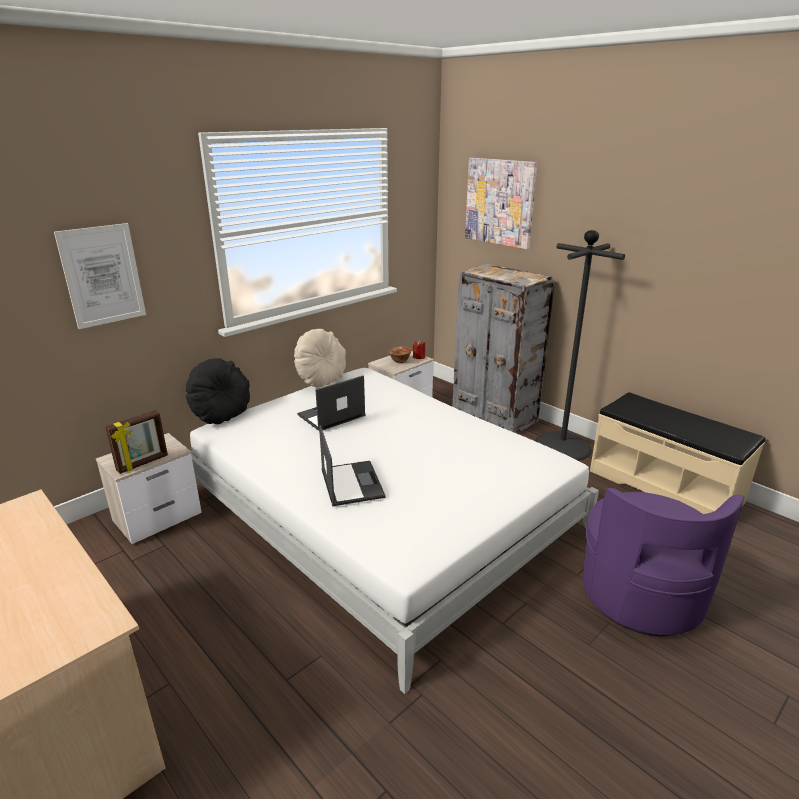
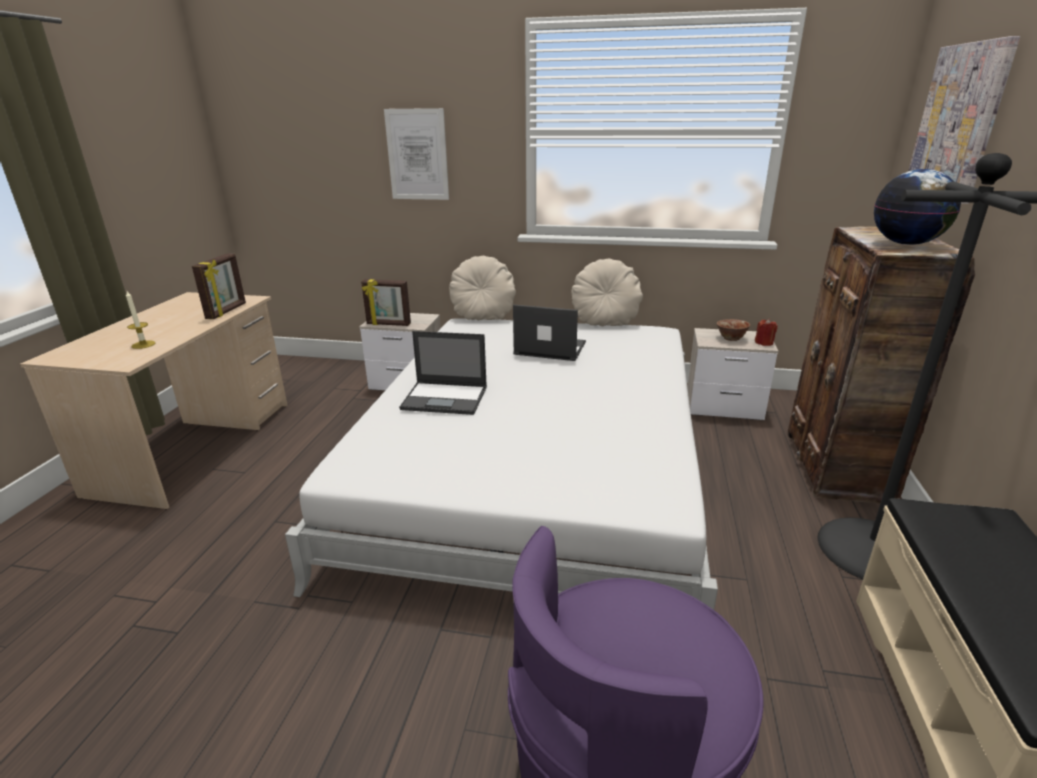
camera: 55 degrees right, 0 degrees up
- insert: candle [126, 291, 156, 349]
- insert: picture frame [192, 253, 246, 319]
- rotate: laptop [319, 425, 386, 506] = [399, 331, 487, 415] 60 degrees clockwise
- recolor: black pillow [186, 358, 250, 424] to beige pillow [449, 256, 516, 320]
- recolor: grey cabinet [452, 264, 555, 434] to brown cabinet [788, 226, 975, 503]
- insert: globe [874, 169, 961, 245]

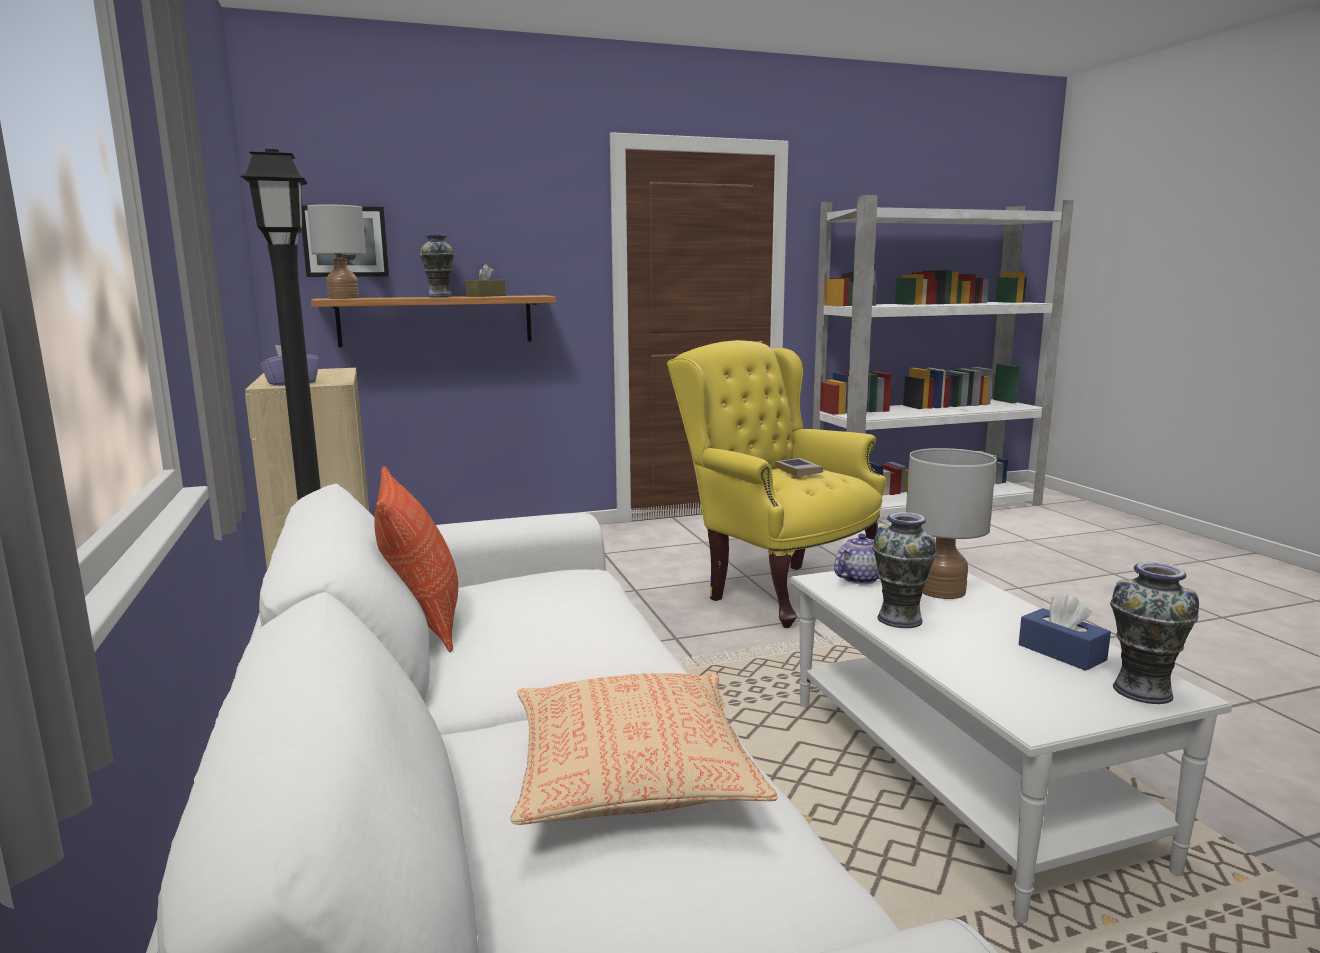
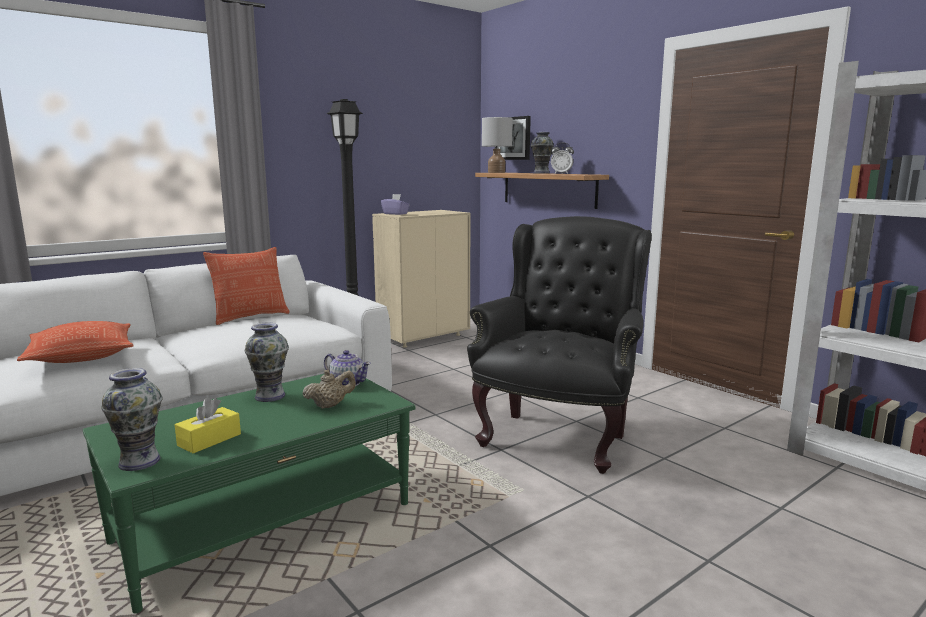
camera: 70 degrees right, 0 degrees up
- recolor: beige pillow [510, 673, 778, 825] to orange pillow [17, 321, 134, 363]
- recolor: white coffee table [790, 571, 1232, 923] to green coffee table [83, 374, 415, 614]
- recolor: blue tissue box [1019, 594, 1111, 671] to yellow tissue box [175, 397, 241, 453]
- replace: grey table lamp [906, 448, 996, 599] to beige teapot [302, 369, 356, 409]
- recolor: yellow armchair [667, 340, 886, 628] to black armchair [467, 216, 652, 474]
- replace: brown tissue box [465, 264, 506, 297] to alarm clock [551, 143, 574, 174]
- delete: book [775, 458, 823, 477]

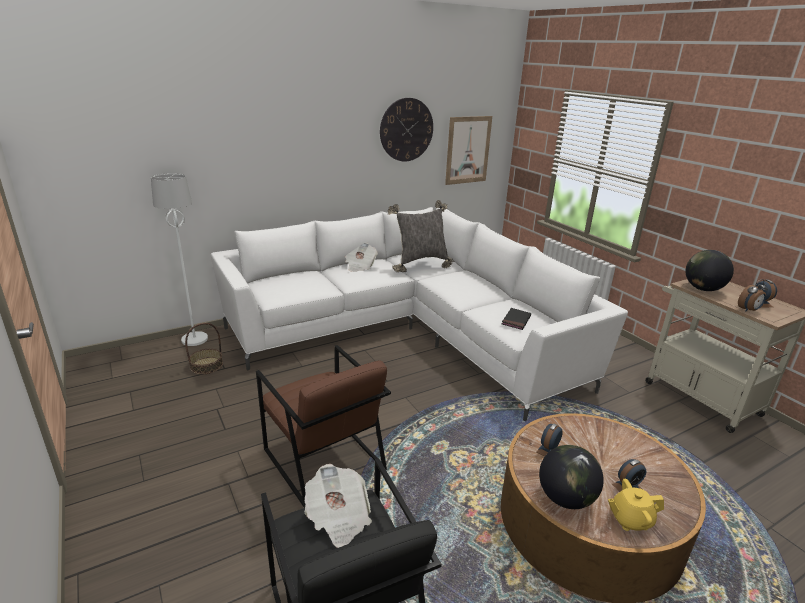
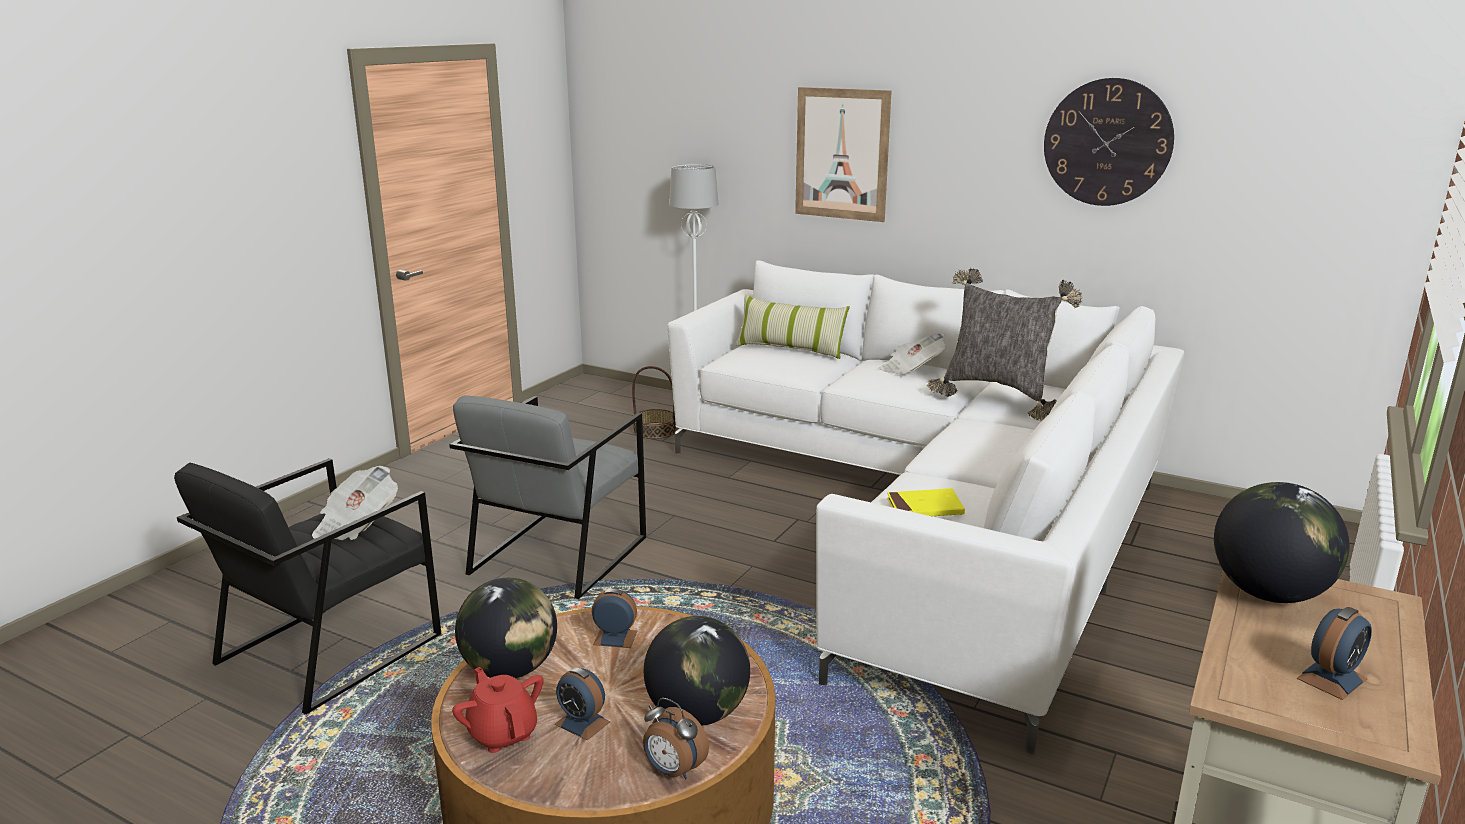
camera: 60 degrees right, 5 degrees down
- recolor: brown armchair [256, 345, 391, 508] to grey armchair [449, 395, 646, 599]
- recolor: yellow teapot [608, 479, 664, 531] to red teapot [452, 667, 543, 753]
- move: alarm clock [738, 279, 768, 312] to [643, 698, 709, 779]
- insert: globe [644, 616, 750, 726]
- insert: pillow [735, 295, 850, 359]
- move: picture [445, 116, 492, 185] to [795, 87, 892, 222]
- recolor: black book [502, 308, 531, 330] to yellow book [887, 488, 965, 516]

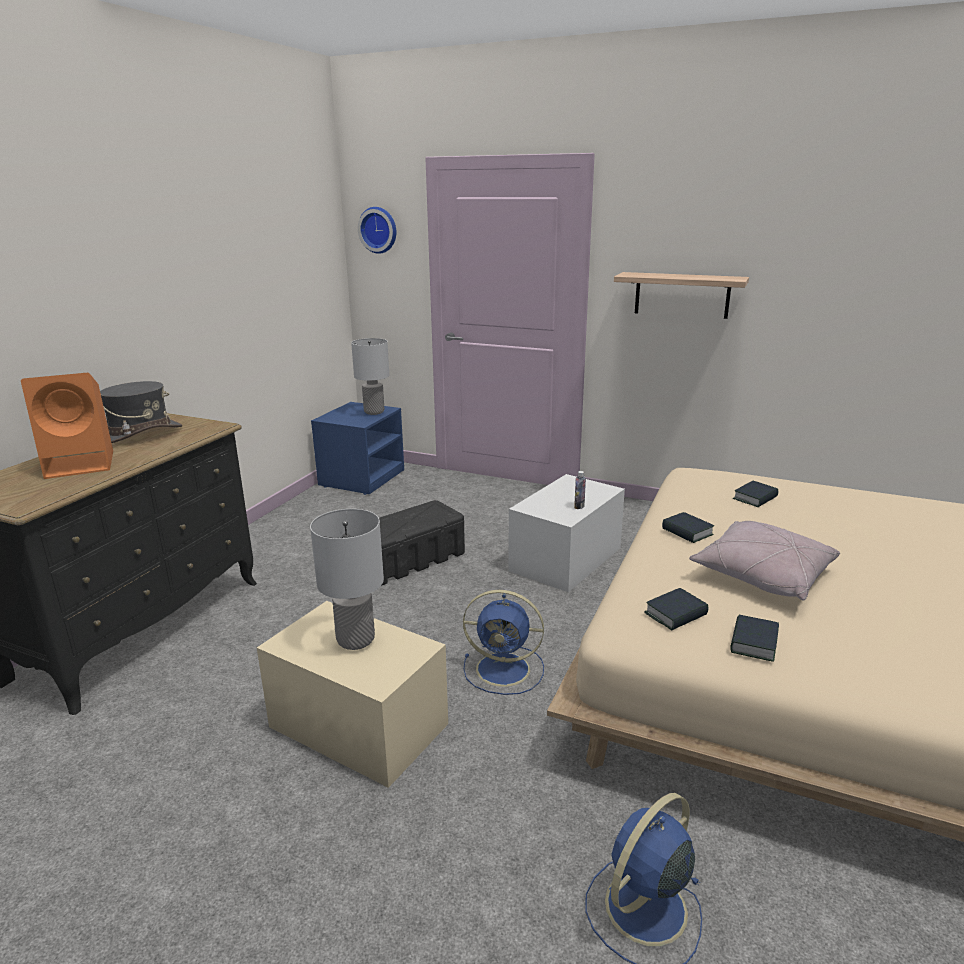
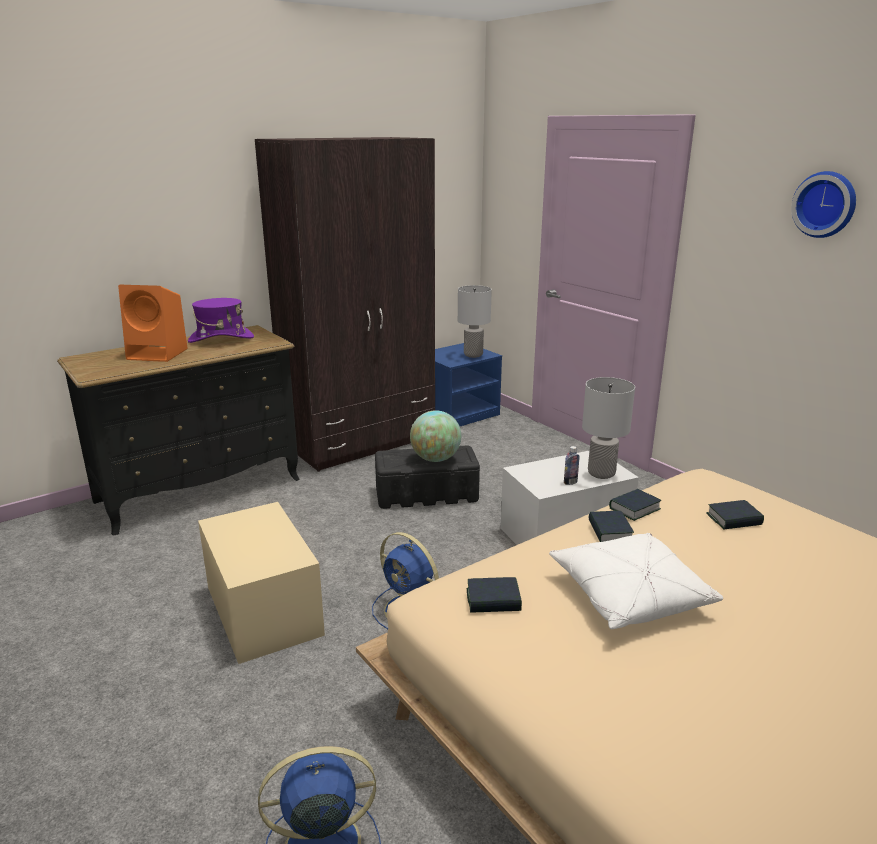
camera: 30 degrees right, 0 degrees up
- recolor: grey hat [100, 381, 182, 443] to purple hat [188, 298, 254, 343]
- insert: brown wardrobe [255, 137, 435, 472]
- insert: globe [410, 410, 461, 462]
- recolor: purple pillow [689, 521, 840, 601] to white pillow [549, 533, 723, 629]
- move: grey table lamp [310, 509, 384, 650] to [582, 377, 635, 479]
- move: book [730, 615, 779, 662] to [609, 489, 661, 521]
- move: wall clock [358, 207, 396, 254] to [791, 171, 856, 238]
- delete: shelf [614, 272, 749, 319]

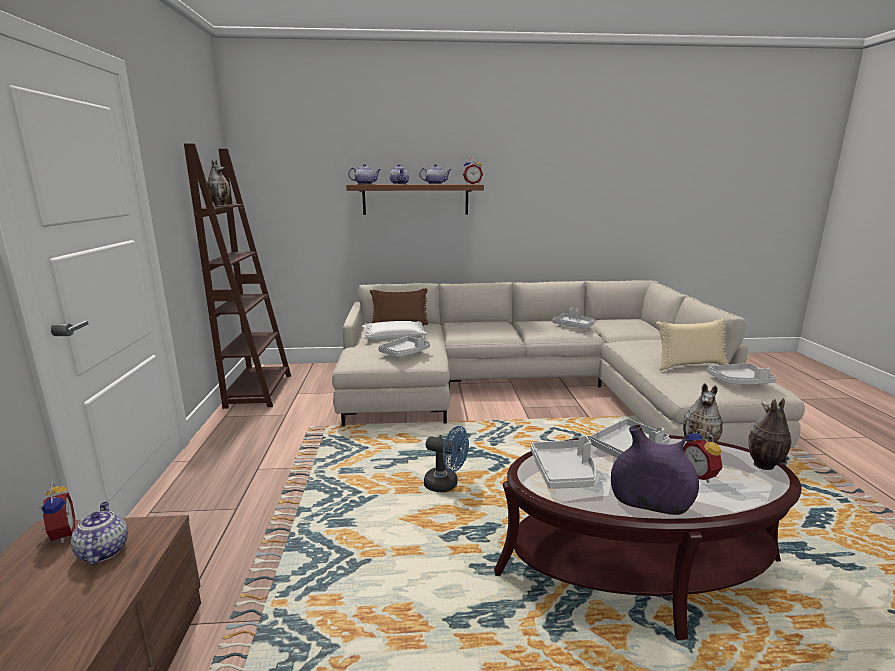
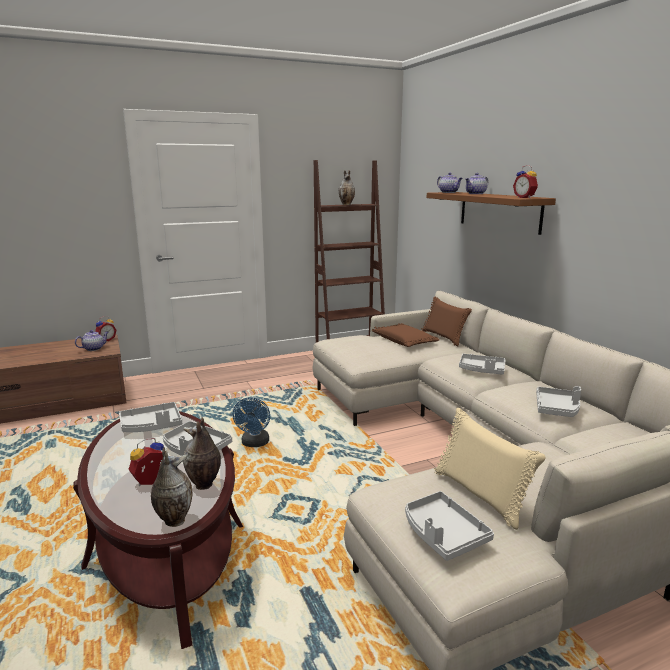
camera: 70 degrees right, 0 degrees up
- recolor: white pillow [362, 321, 427, 340] to brown pillow [372, 323, 440, 347]
- move: grey tray [378, 336, 430, 357] to [459, 354, 506, 375]
- delete: teapot [419, 164, 451, 184]
- delete: purple vase [611, 424, 699, 515]

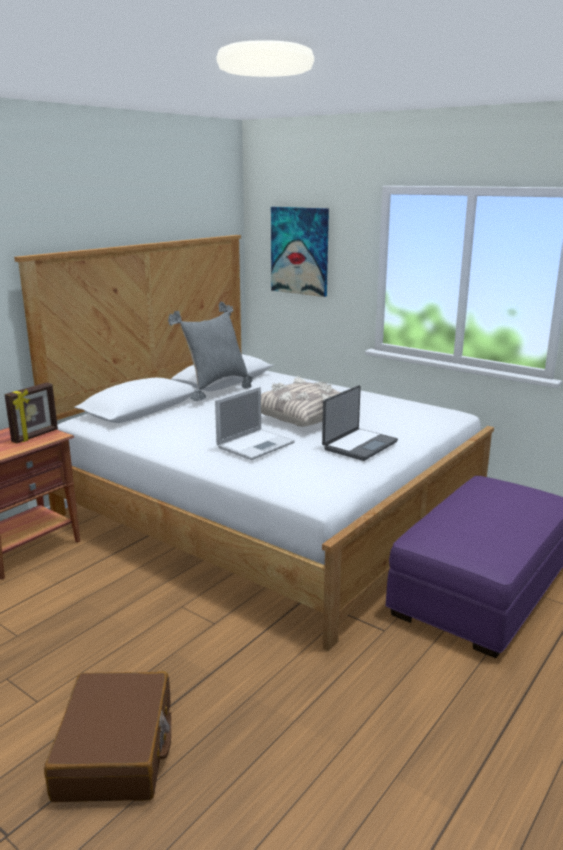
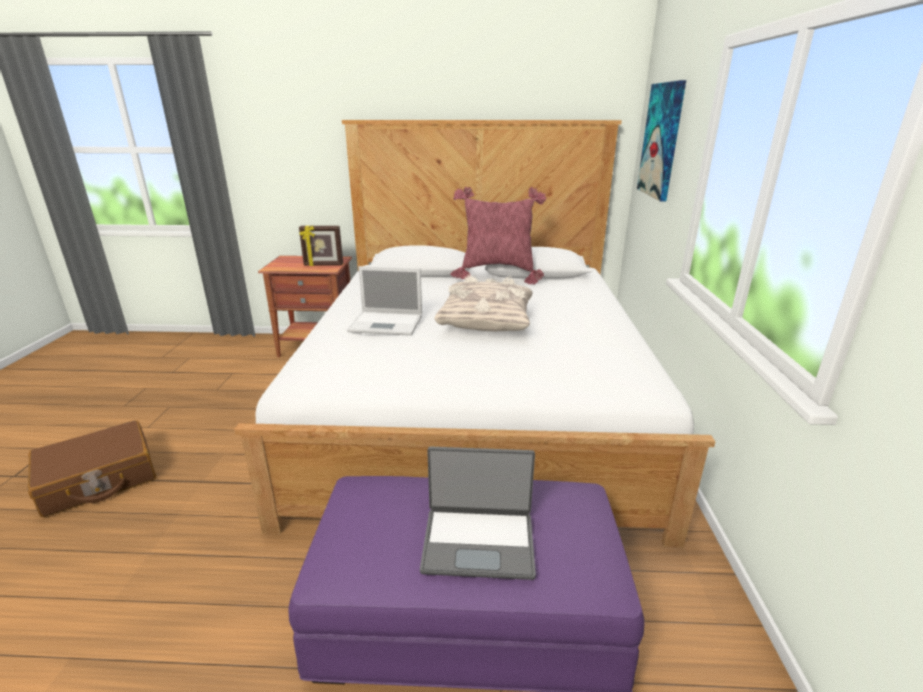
camera: 55 degrees right, 5 degrees up
- move: laptop [322, 385, 398, 461] to [420, 447, 536, 580]
- recolor: grey pillow [168, 301, 253, 401] to red pillow [451, 187, 547, 285]

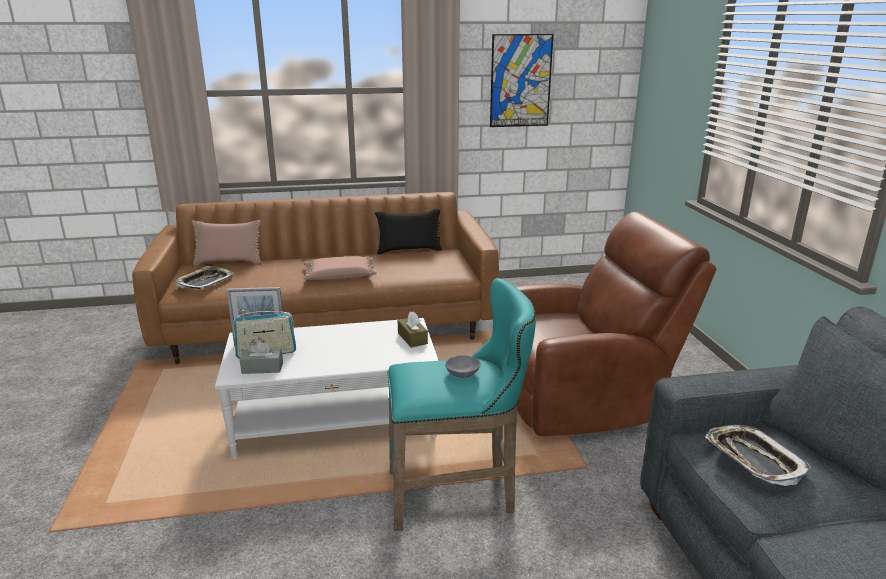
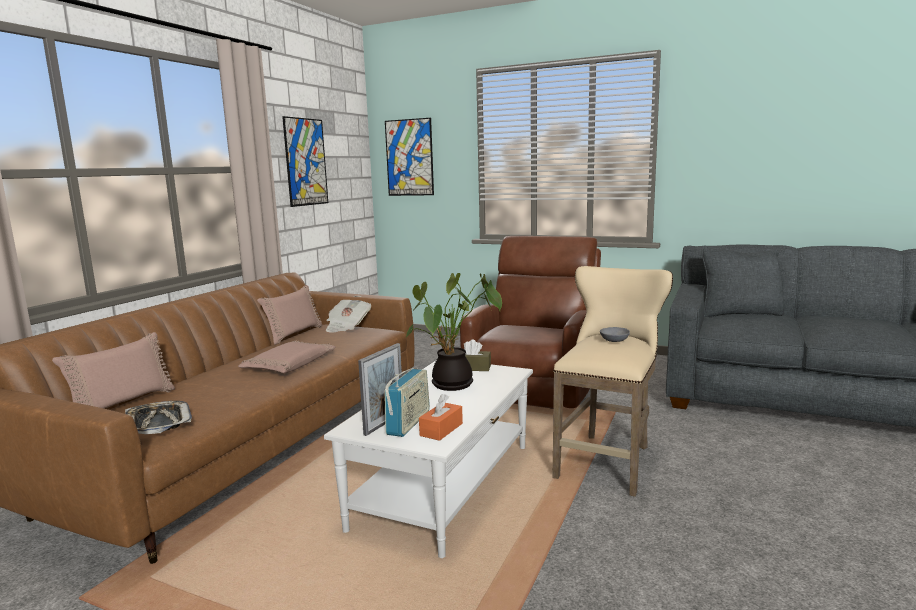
camera: 55 degrees left, 10 degrees down
- recolor: black pillow [375, 209, 442, 254] to beige pillow [257, 285, 322, 345]
- insert: newspaper [326, 296, 371, 333]
- insert: picture [385, 118, 434, 196]
- insert: potted plant [406, 273, 502, 391]
- recolor: grey tissue box [240, 340, 283, 374] to orange tissue box [419, 394, 463, 441]
- recolor: turquoise stool [387, 278, 536, 531] to beige stool [553, 266, 673, 497]
- delete: tray [705, 425, 811, 486]

